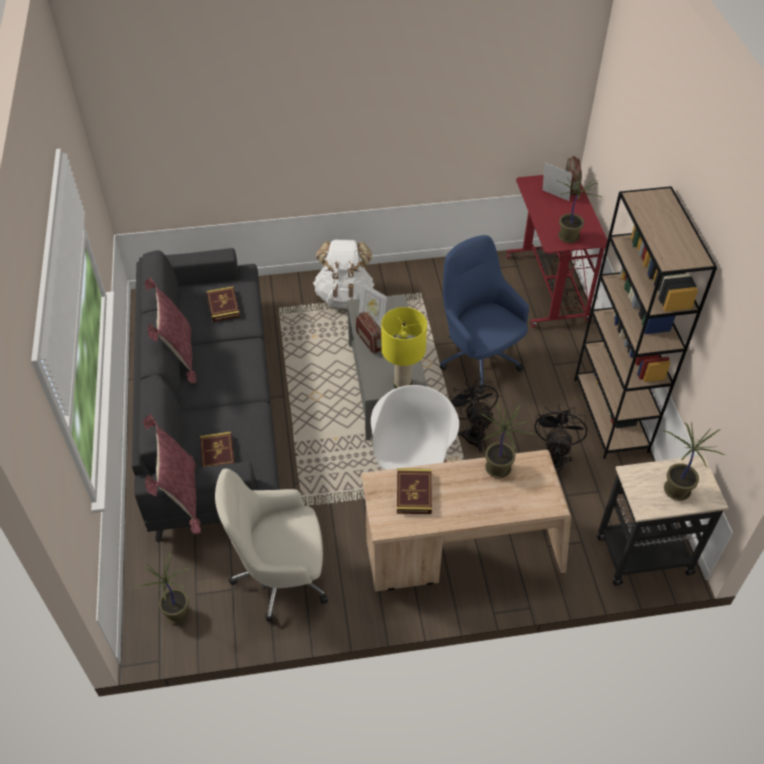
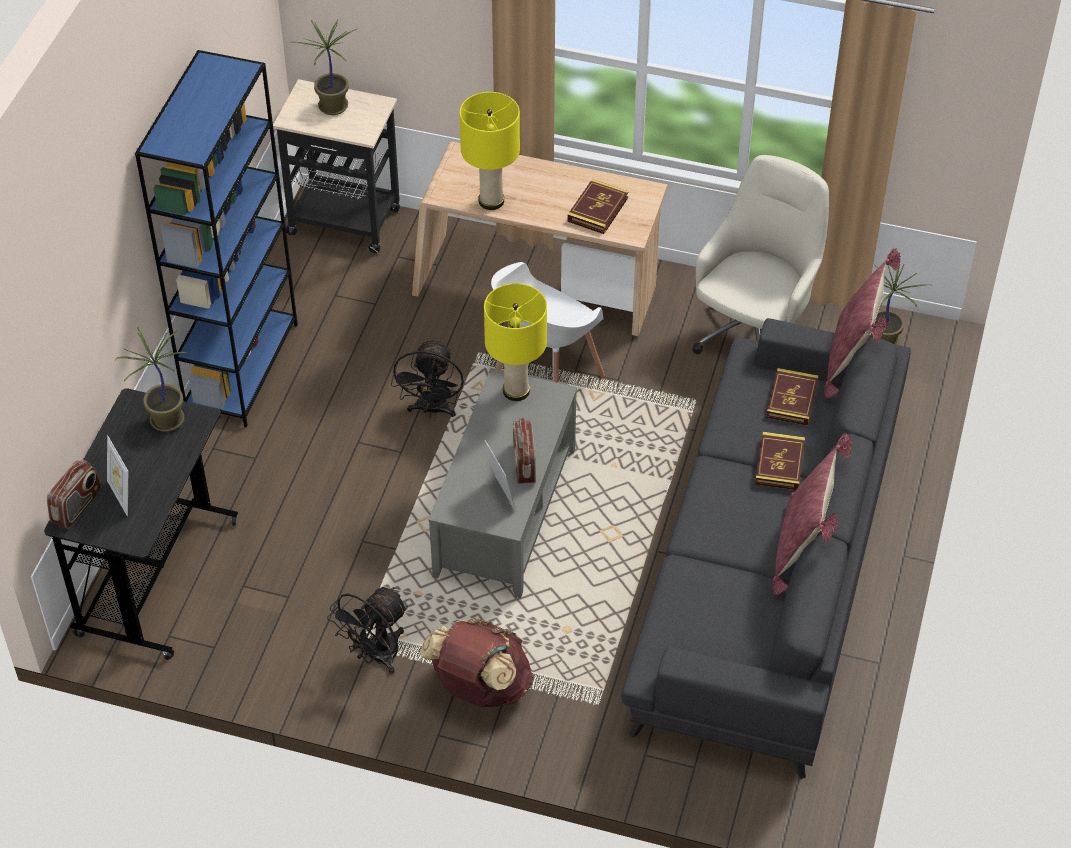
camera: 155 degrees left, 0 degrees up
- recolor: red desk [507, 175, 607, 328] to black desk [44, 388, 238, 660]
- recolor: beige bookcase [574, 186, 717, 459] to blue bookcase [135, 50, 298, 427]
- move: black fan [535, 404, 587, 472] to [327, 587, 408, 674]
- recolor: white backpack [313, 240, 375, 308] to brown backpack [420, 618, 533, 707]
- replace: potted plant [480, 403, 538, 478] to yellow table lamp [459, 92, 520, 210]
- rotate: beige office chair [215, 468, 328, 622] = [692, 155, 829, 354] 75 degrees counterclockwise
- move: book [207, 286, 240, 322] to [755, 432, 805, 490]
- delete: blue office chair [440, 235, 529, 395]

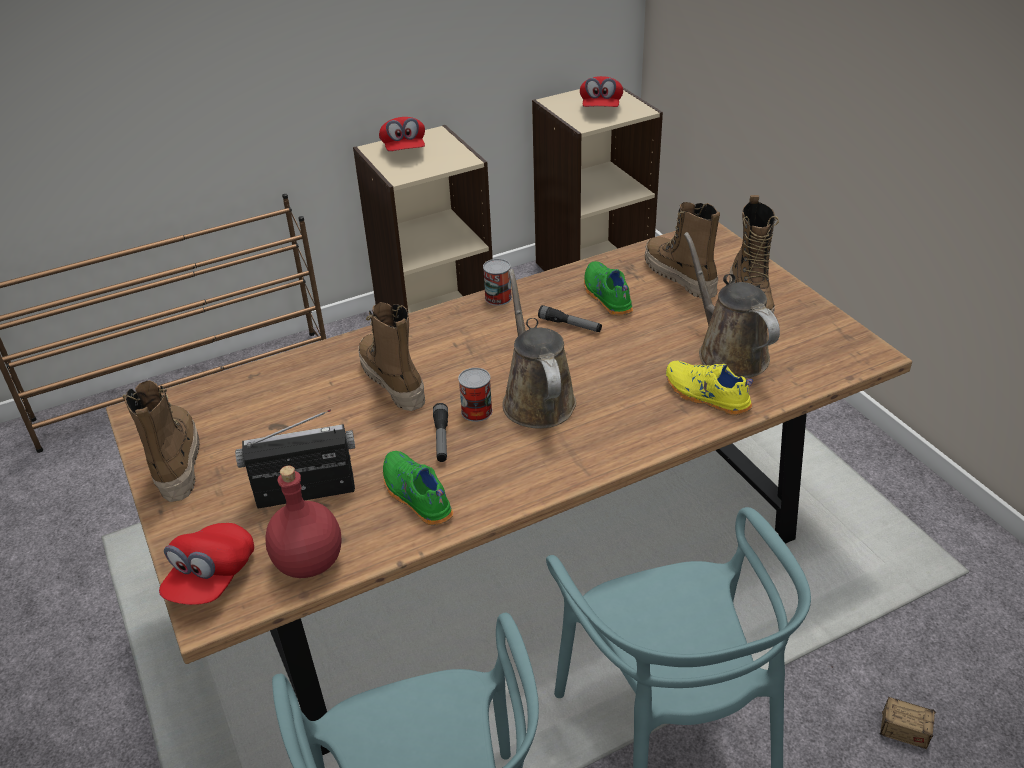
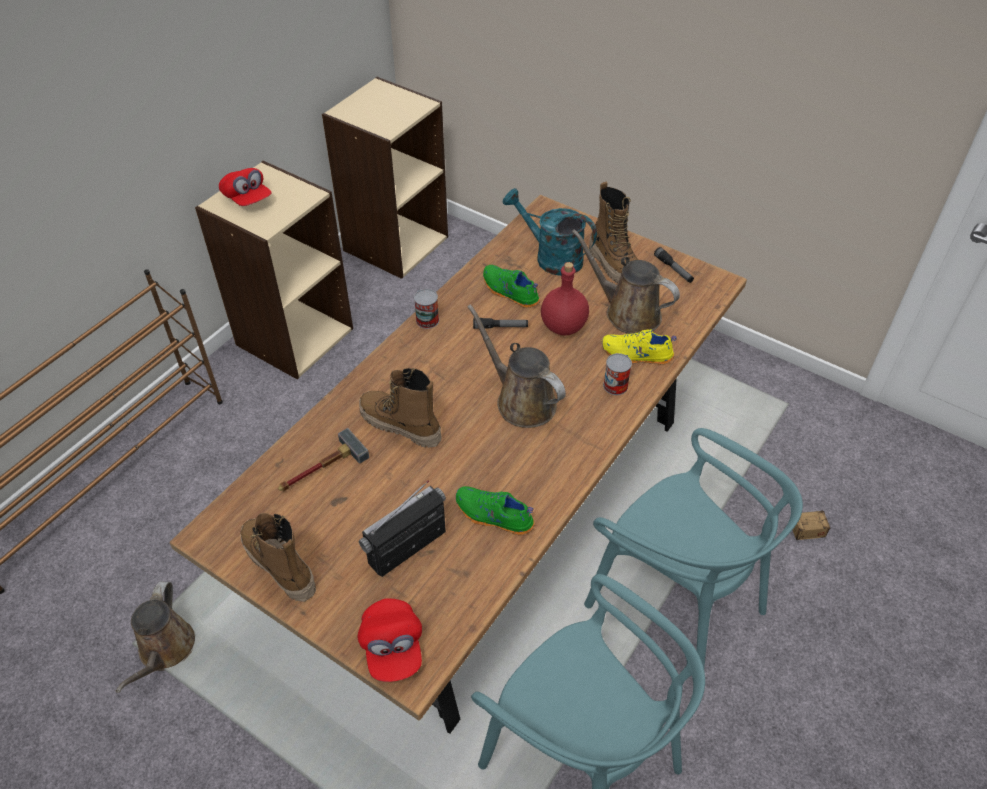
camera: 30 degrees left, 10 degrees up
- insert: brown watering can [116, 581, 195, 693]
- insert: hammer [278, 428, 369, 491]
- replace: boot [645, 202, 720, 298] to turquoise watering can [503, 188, 597, 276]
- move: red bottle [265, 466, 342, 578] to [541, 262, 589, 336]
- move: can [458, 368, 492, 422] to [603, 353, 632, 395]
- move: flashlight [433, 403, 448, 462] to [654, 247, 694, 283]
- delete: red cap [580, 76, 623, 107]

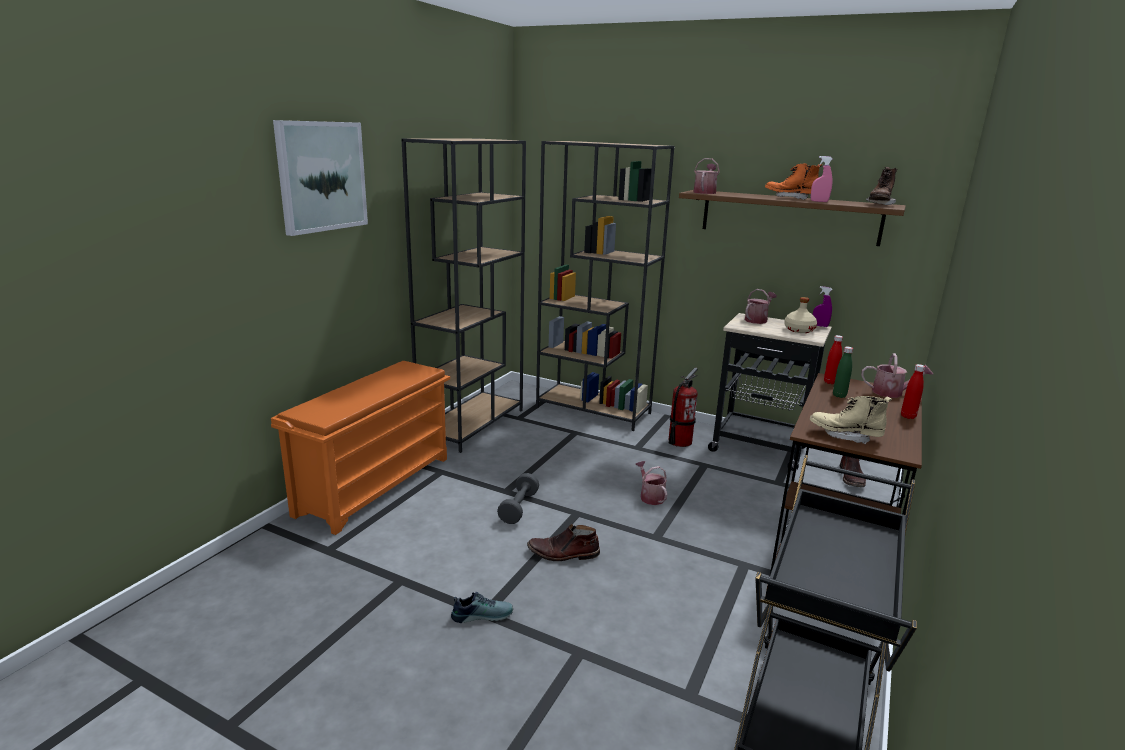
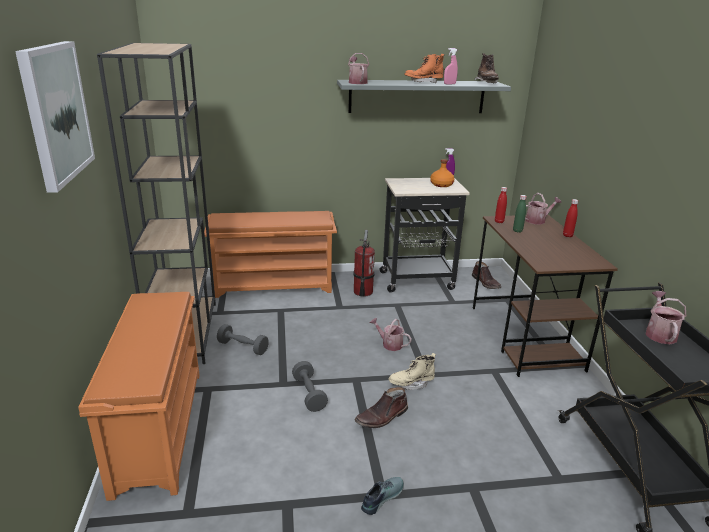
camera: 35 degrees left, 5 degrees up
- replace: bookcase [536, 141, 674, 431] to orange shoe rack [204, 211, 337, 298]
- insert: grey dumbbell [217, 324, 269, 355]
- recolor: brown shelf [679, 190, 906, 246] to grey shelf [337, 80, 511, 113]
- move: beige boot [810, 396, 892, 444] to [389, 353, 436, 390]
- recolor: beige bottle [784, 297, 817, 333] to orange bottle [430, 159, 455, 187]
- move: watering can [745, 289, 777, 324] to [646, 291, 686, 344]

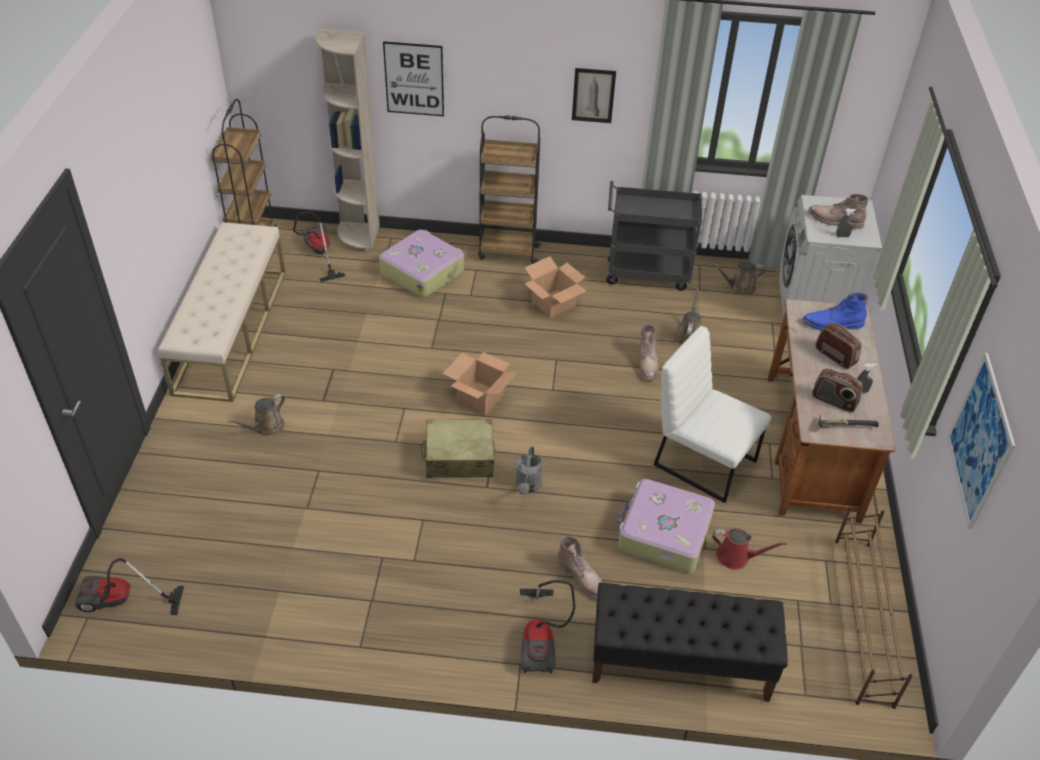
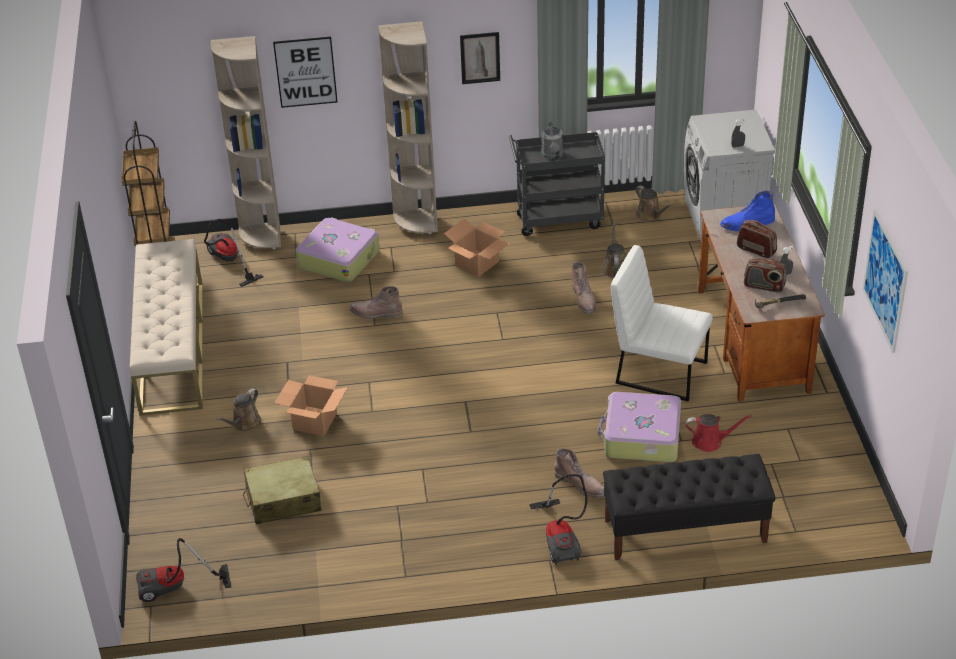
camera: 10 degrees left, 5 degrees down
- move: beige suitcase [421, 419, 495, 478] to [243, 456, 322, 524]
- move: cardboard box [443, 352, 517, 415] to [274, 375, 348, 436]
- move: brown boot [808, 194, 869, 229] to [350, 286, 403, 319]
- replace: brown cart [478, 115, 542, 264] to beige bookcase [378, 21, 438, 234]
- move: grey watering can [516, 446, 542, 495] to [541, 121, 563, 160]
- rotate: brown watering can [712, 262, 766, 295] = [636, 185, 672, 222] 105 degrees counterclockwise
- delete: brown shoe rack [835, 507, 913, 709]

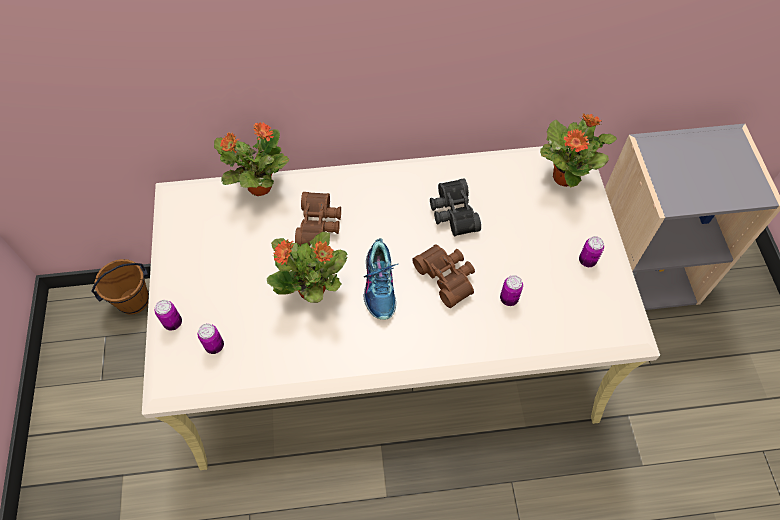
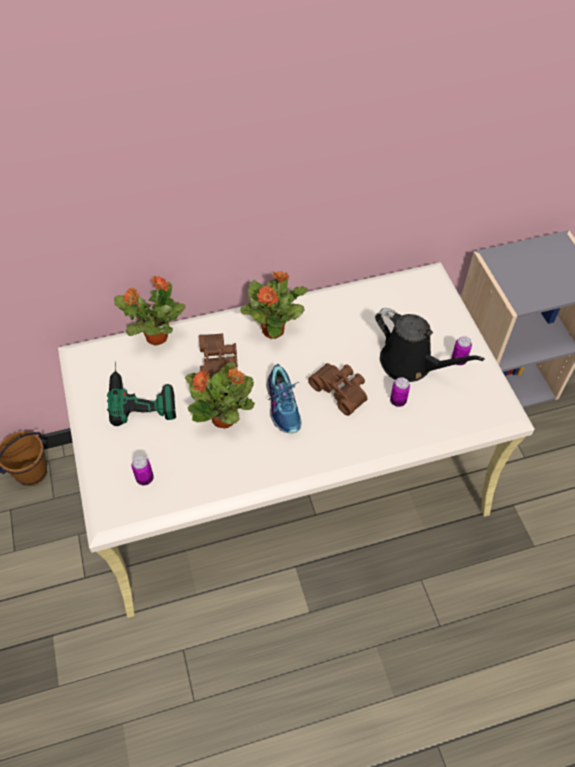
camera: 10 degrees left, 5 degrees down
- insert: power drill [107, 361, 176, 426]
- move: potted plant [540, 113, 617, 187] to [240, 271, 308, 339]
- insert: black watering can [375, 308, 485, 382]
- delete: can [155, 300, 182, 331]
- delete: black binoculars [430, 178, 481, 237]

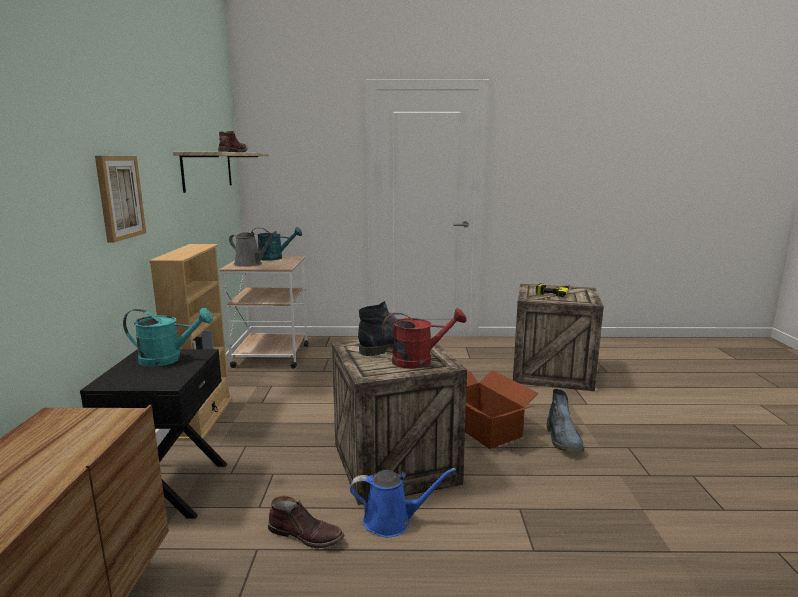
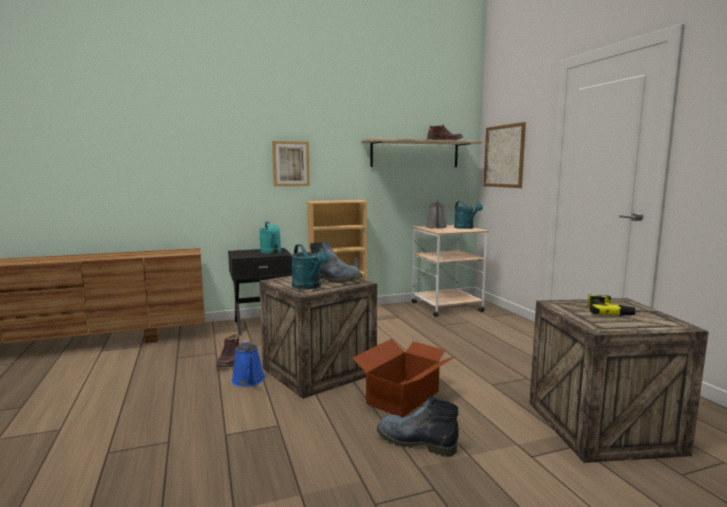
camera: 70 degrees right, 5 degrees down
- recolor: red watering can [382, 308, 467, 369] to turquoise watering can [291, 244, 329, 289]
- rotate: boot [547, 389, 584, 452] = [377, 396, 459, 457] 45 degrees clockwise
- insert: picture [484, 122, 526, 188]

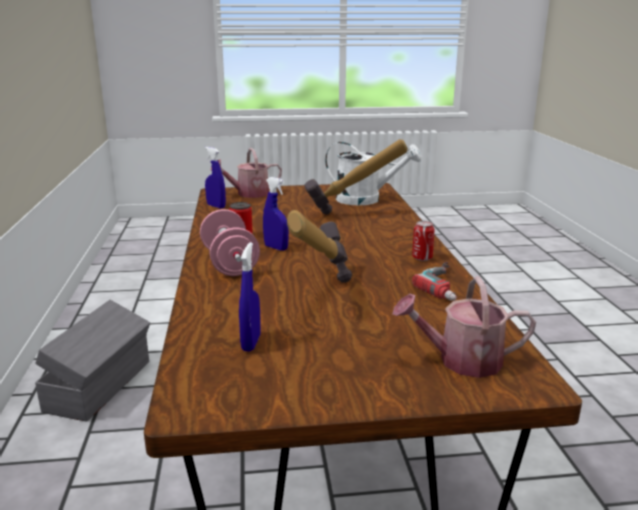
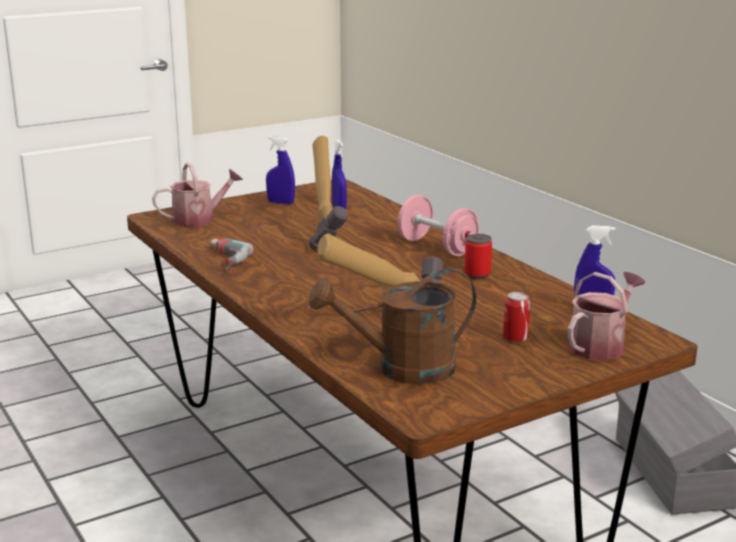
camera: 155 degrees right, 0 degrees up
- move: blue spray bottle [263, 177, 289, 251] to [266, 136, 295, 204]
- recolor: white watering can [325, 142, 422, 205] to brown watering can [309, 268, 476, 384]
- move: can [412, 221, 435, 261] to [503, 292, 530, 343]

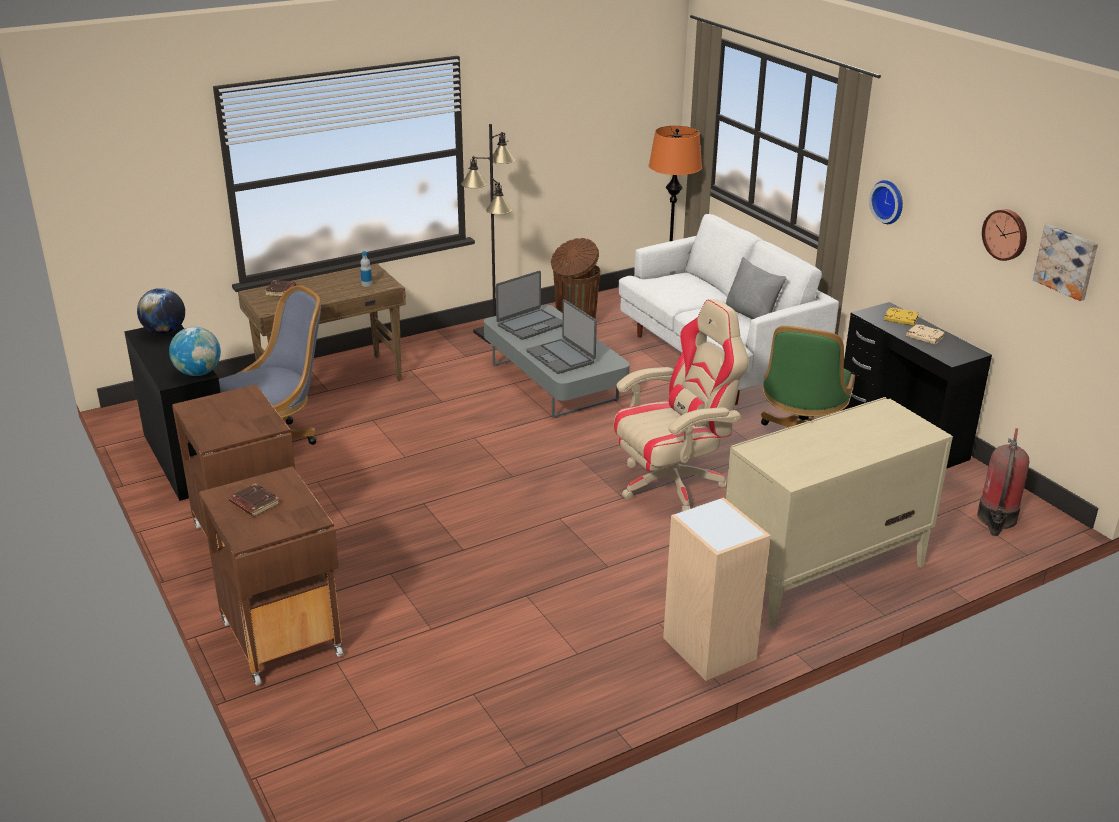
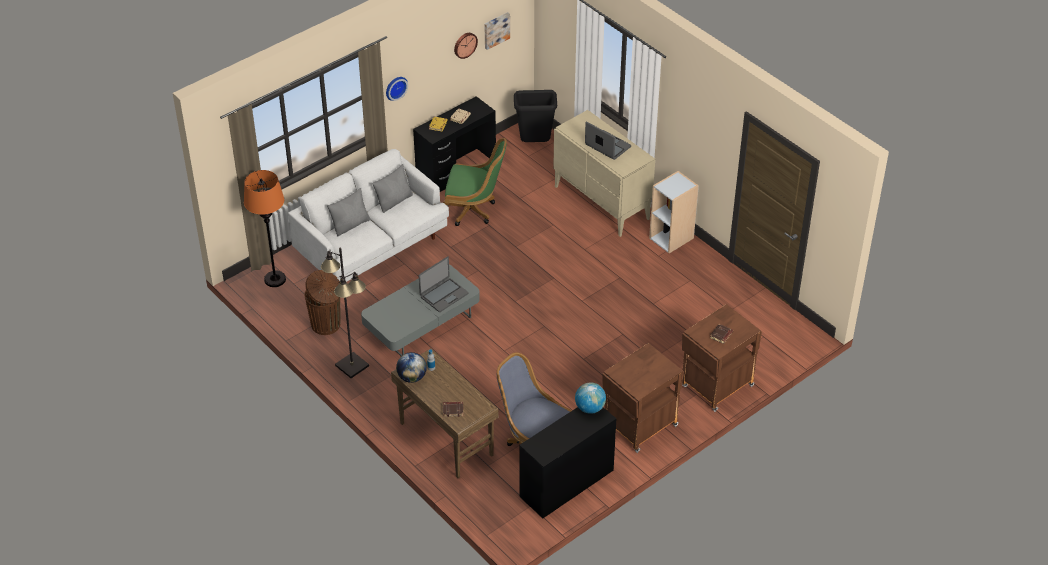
camera: 100 degrees left, 15 degrees up
- insert: grey pillow [327, 188, 370, 236]
- move: globe [137, 288, 185, 334] to [396, 352, 427, 383]
- replace: fire extinguisher [977, 428, 1029, 536] to black trash can [514, 90, 557, 142]
- move: laptop [496, 271, 562, 340] to [585, 121, 631, 160]
- delete: beige office chair [614, 299, 749, 512]

